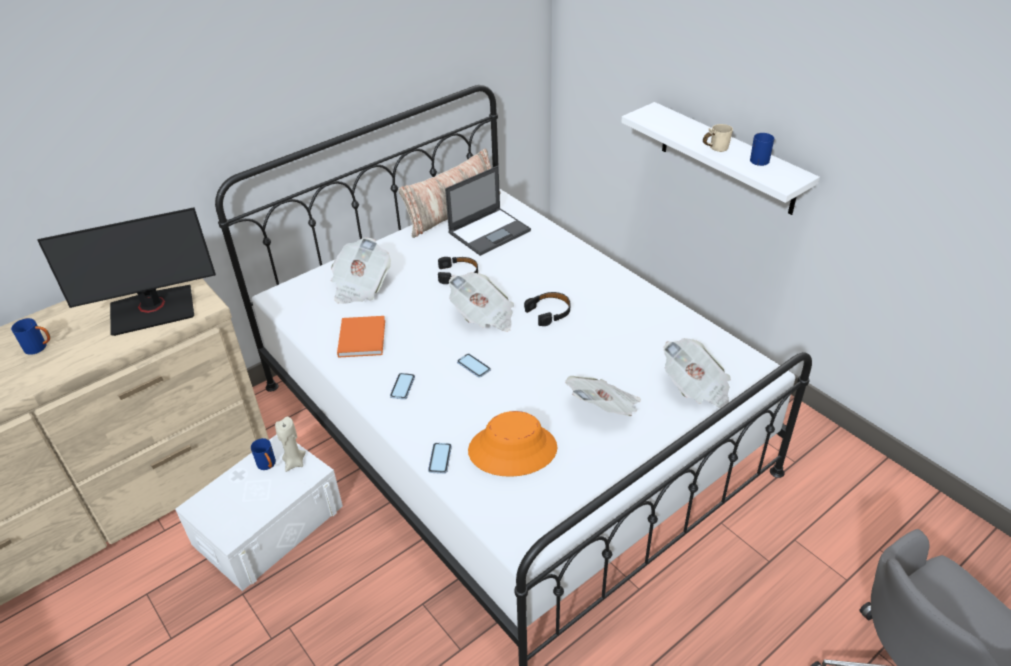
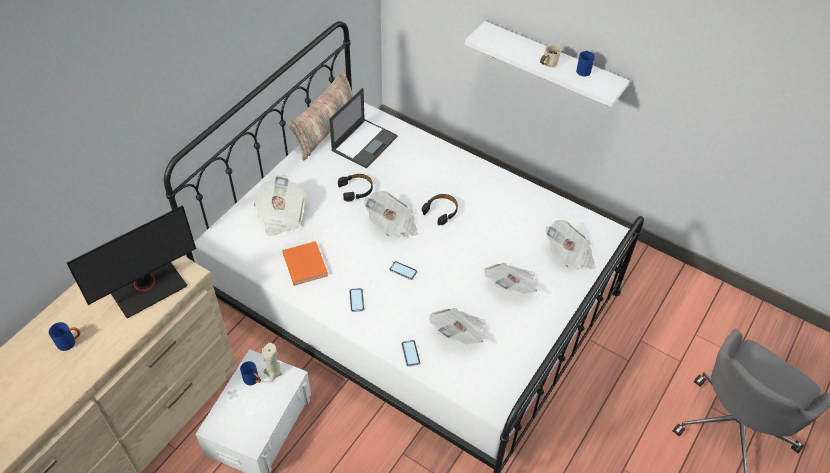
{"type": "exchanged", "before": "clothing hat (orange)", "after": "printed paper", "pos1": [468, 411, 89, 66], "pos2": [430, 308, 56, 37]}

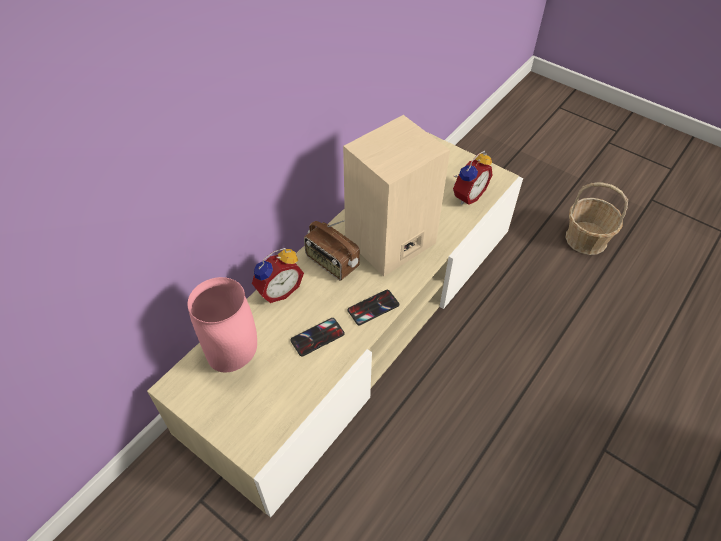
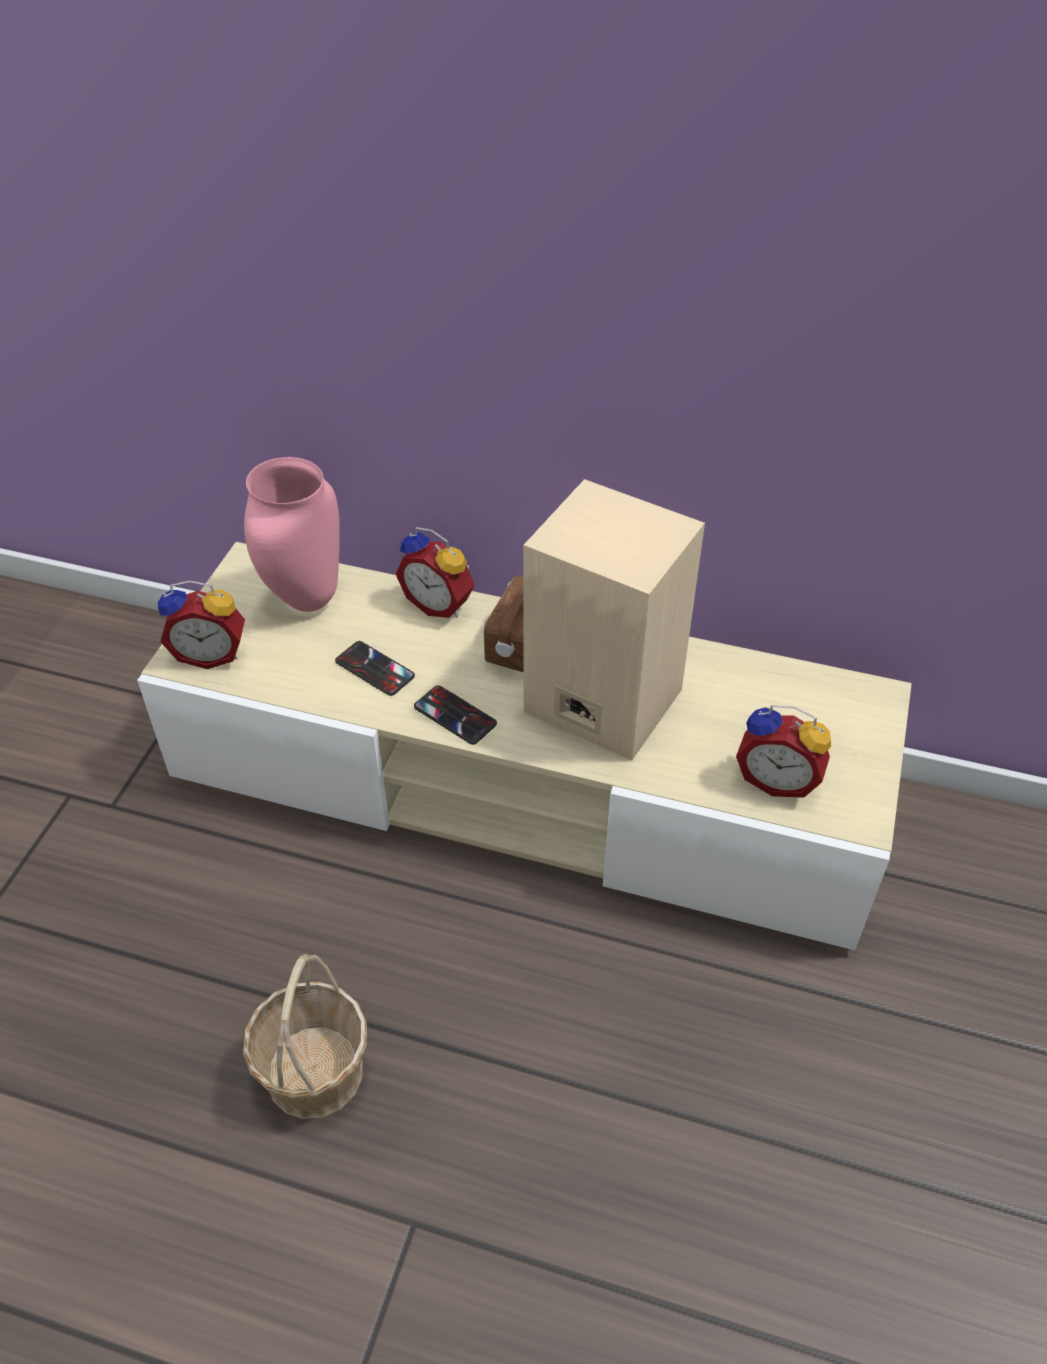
{"type": "relocated", "before": "basket", "pos1": [566, 182, 62, 73], "pos2": [243, 954, 124, 165]}
{"type": "appeared", "after": "alarm clock", "pos2": [158, 580, 87, 89]}

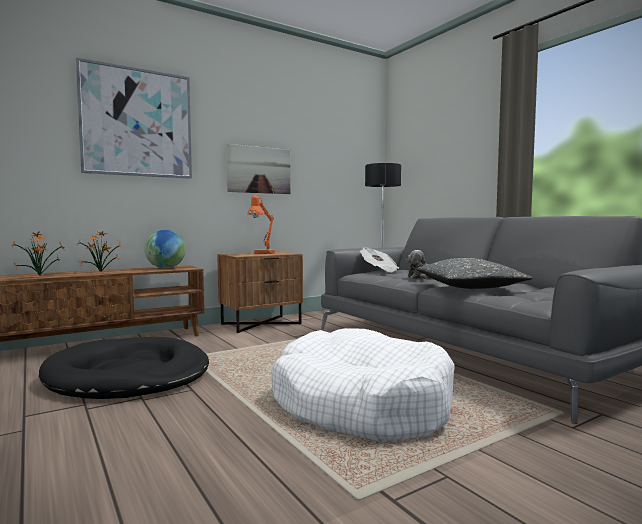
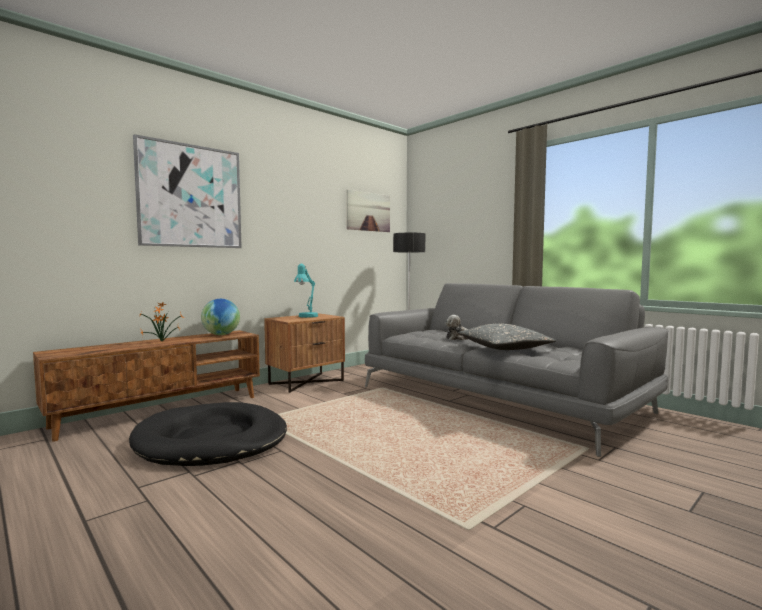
{"type": "relocated", "before": "wall picture", "pos1": [227, 144, 63, 50], "pos2": [347, 190, 43, 42]}
{"type": "colour", "before": "tabletop lamp (orange)", "after": "tabletop lamp (turquoise)", "pos1": [247, 195, 28, 59], "pos2": [294, 264, 24, 54]}
{"type": "missing", "before": "plant in a pot", "pos1": [11, 232, 54, 43]}
{"type": "missing", "before": "printed paper", "pos1": [360, 247, 39, 25]}
{"type": "missing", "before": "dog cushion (white)", "pos1": [271, 328, 184, 114]}

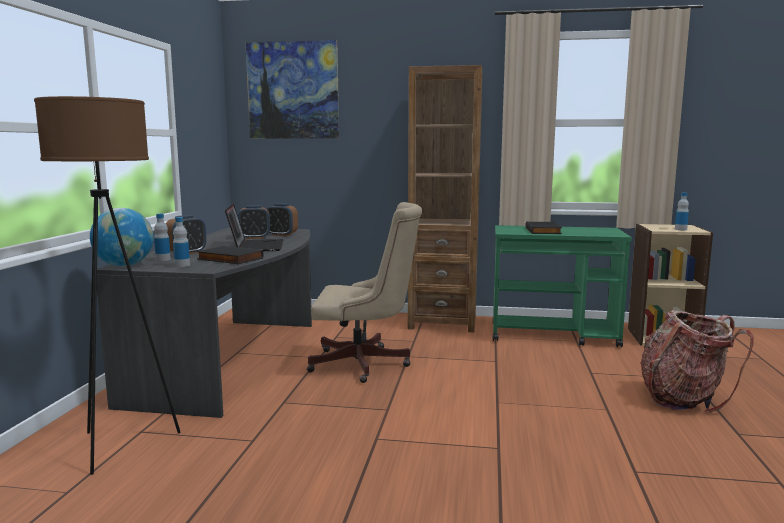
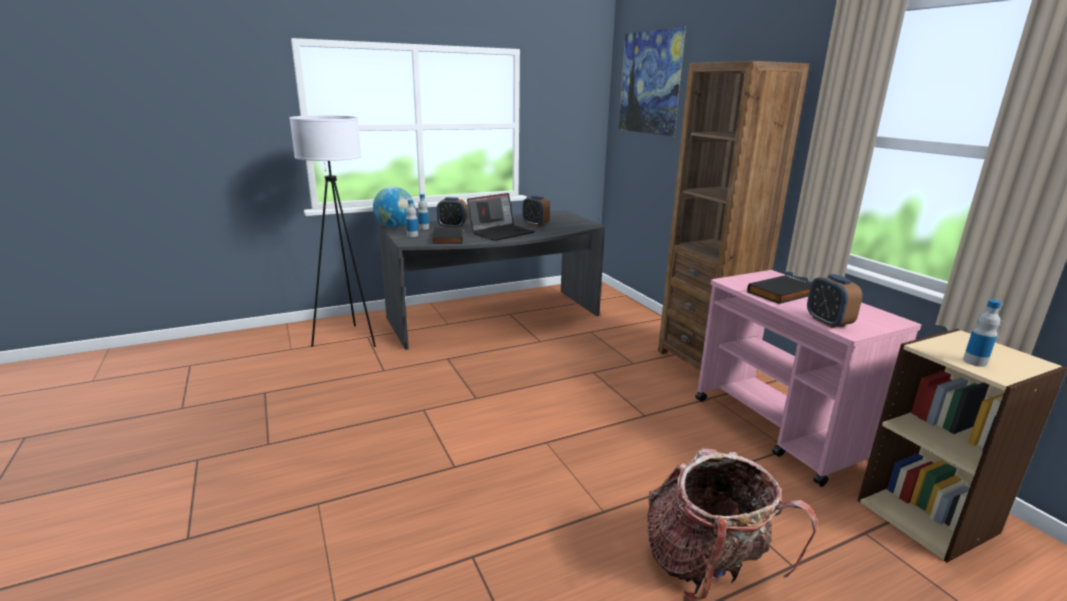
{"type": "colour", "before": "standing lamp (brownish)", "after": "standing lamp (white)", "pos1": [34, 96, 147, 379], "pos2": [289, 115, 87, 232]}
{"type": "missing", "before": "computer chair (sand-coloured)", "pos1": [307, 202, 115, 181]}
{"type": "relocated", "before": "alarm clock", "pos1": [267, 203, 31, 33], "pos2": [807, 274, 55, 54]}
{"type": "colour", "before": "trolley (green-coloured)", "after": "trolley (pink)", "pos1": [492, 225, 140, 122], "pos2": [695, 270, 226, 217]}

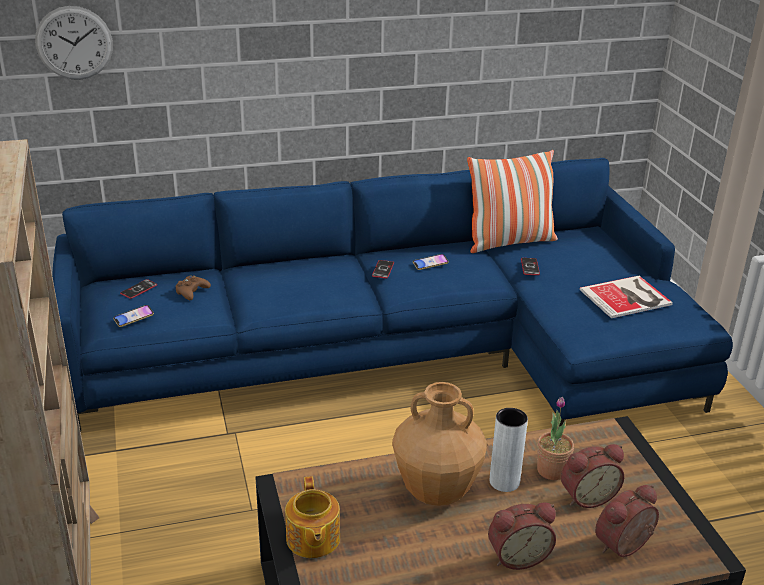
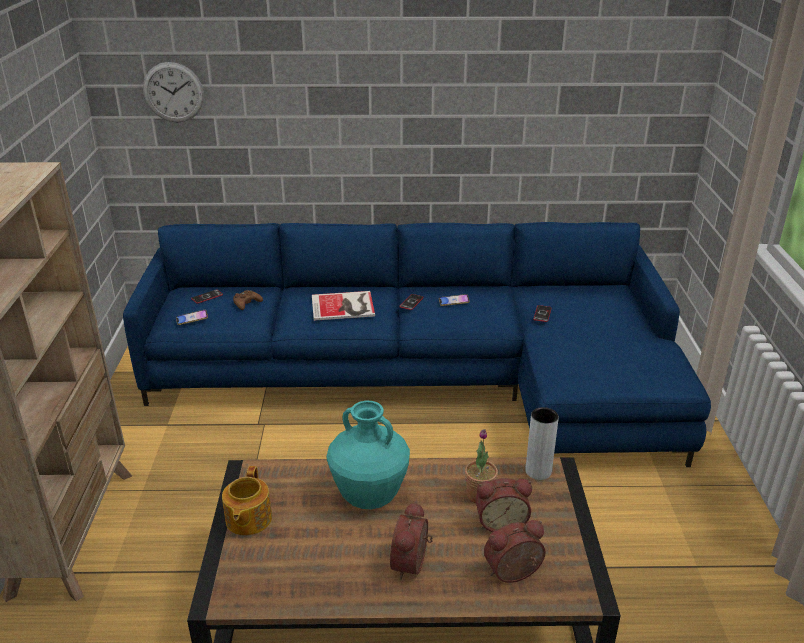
{"type": "missing", "before": "pillow", "pos1": [467, 150, 91, 103]}
{"type": "relocated", "before": "volume", "pos1": [580, 276, 93, 42], "pos2": [312, 291, 63, 30]}
{"type": "colour", "before": "vase (brownish)", "after": "vase (turquoise)", "pos1": [392, 382, 95, 124], "pos2": [327, 400, 83, 109]}
{"type": "relocated", "before": "vase (gray)", "pos1": [490, 408, 38, 84], "pos2": [526, 407, 33, 73]}
{"type": "spun", "before": "alarm clock", "pos1": [488, 503, 68, 67], "pos2": [390, 501, 43, 79], "turn": 105}

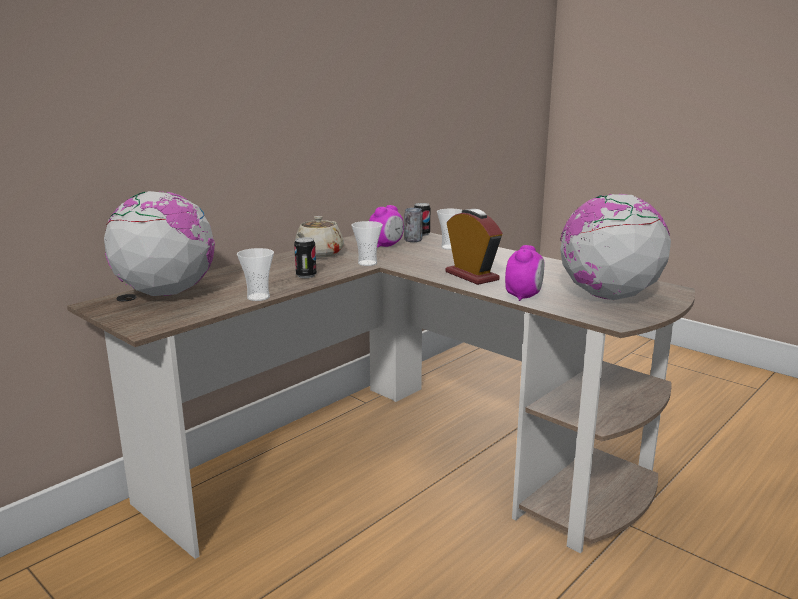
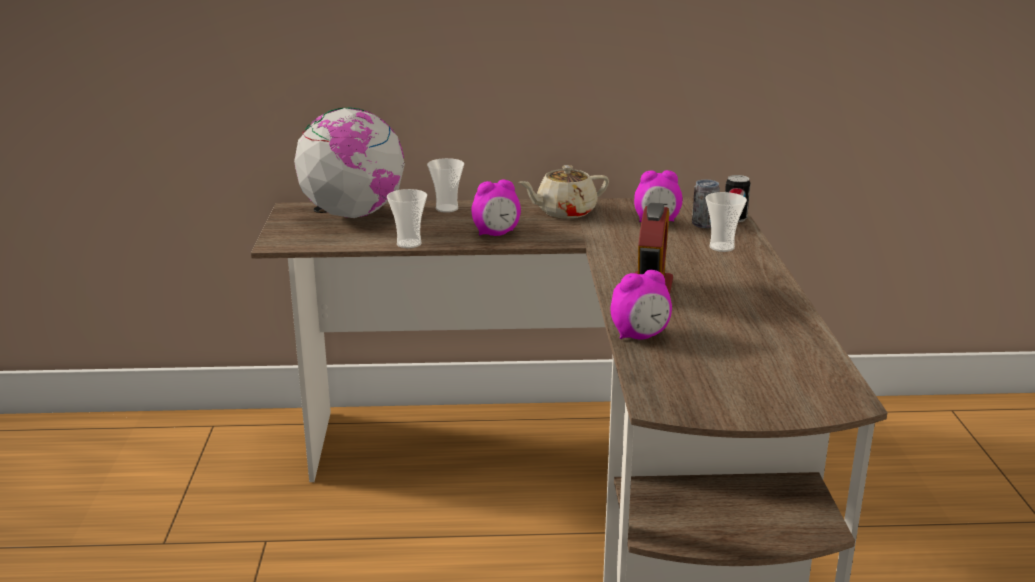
{"type": "missing", "before": "world globe", "pos1": [560, 194, 111, 106]}
{"type": "relocated", "before": "small cup", "pos1": [351, 221, 32, 45], "pos2": [427, 158, 37, 55]}
{"type": "exchanged", "before": "metal can", "after": "alarm clock", "pos1": [294, 237, 23, 41], "pos2": [472, 179, 49, 57]}

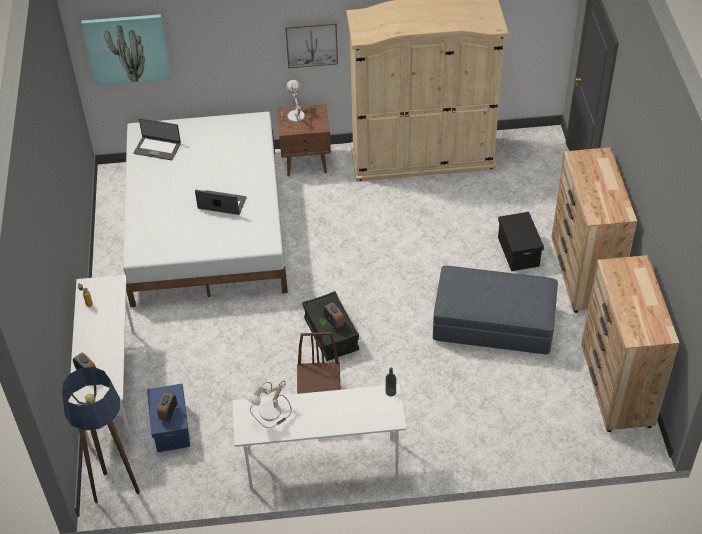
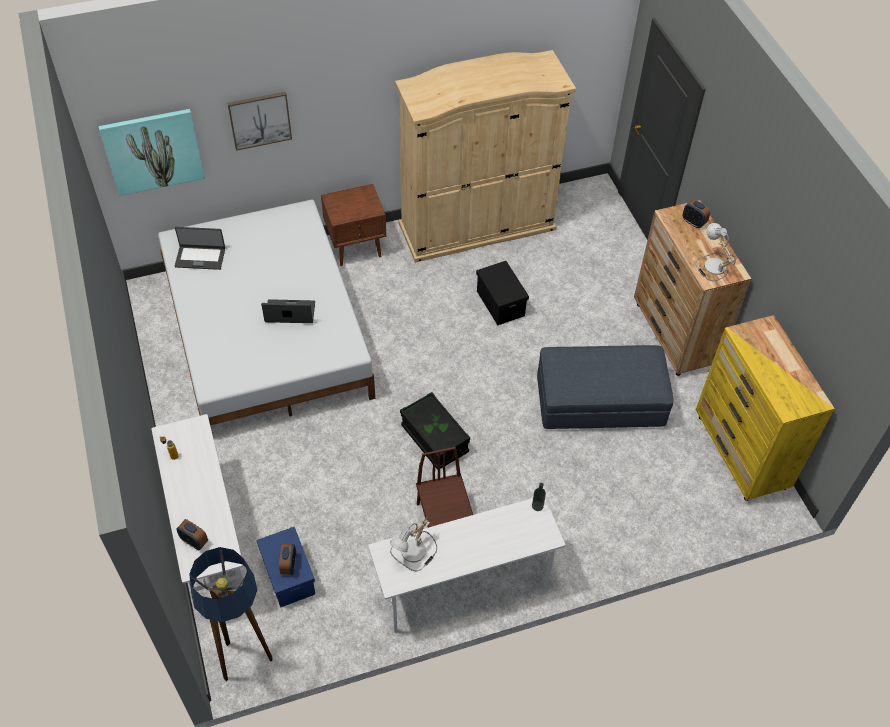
{"type": "relocated", "before": "wall picture", "pos1": [285, 21, 53, 47], "pos2": [227, 92, 65, 59]}
{"type": "relocated", "before": "tabletop lamp", "pos1": [282, 80, 29, 46], "pos2": [695, 223, 41, 58]}
{"type": "relocated", "before": "storage box (black-coloured)", "pos1": [498, 212, 46, 59], "pos2": [476, 261, 53, 64]}
{"type": "colour", "before": "dresser (brownish)", "after": "dresser (yellow-coloured)", "pos1": [581, 255, 98, 177], "pos2": [696, 315, 139, 186]}
{"type": "relocated", "before": "alarm clock", "pos1": [323, 302, 21, 28], "pos2": [683, 199, 27, 29]}

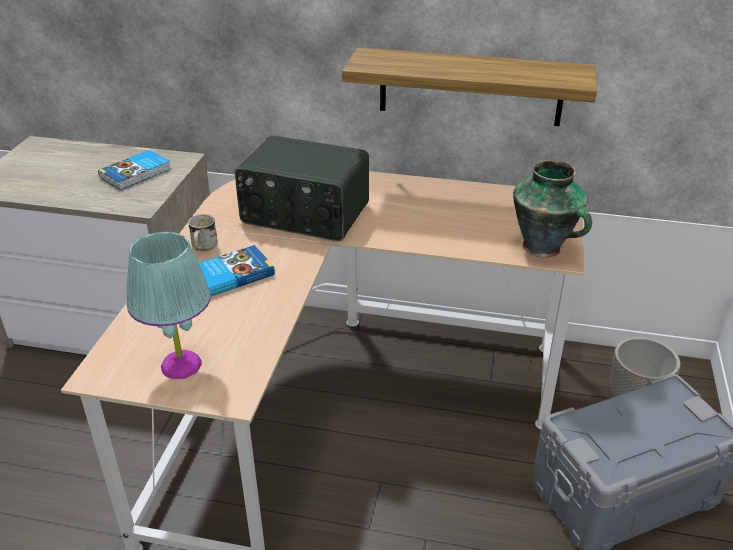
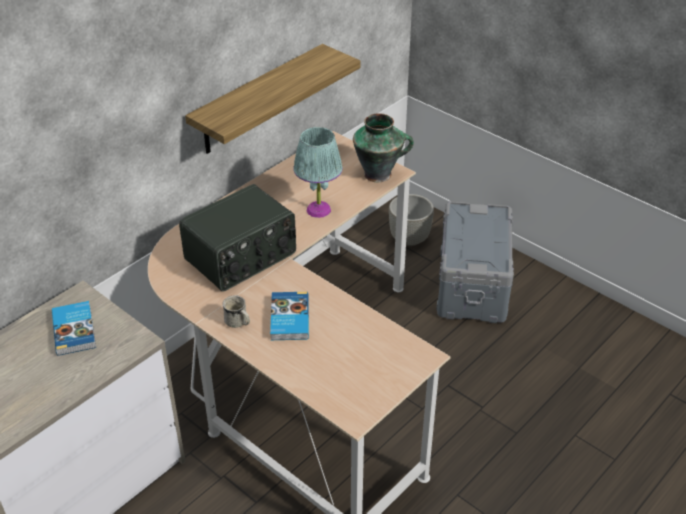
{"type": "relocated", "before": "tabletop lamp (turquoise)", "pos1": [127, 232, 84, 147], "pos2": [293, 127, 50, 91]}

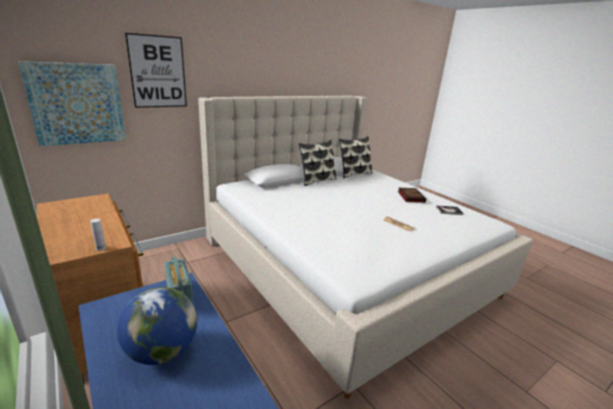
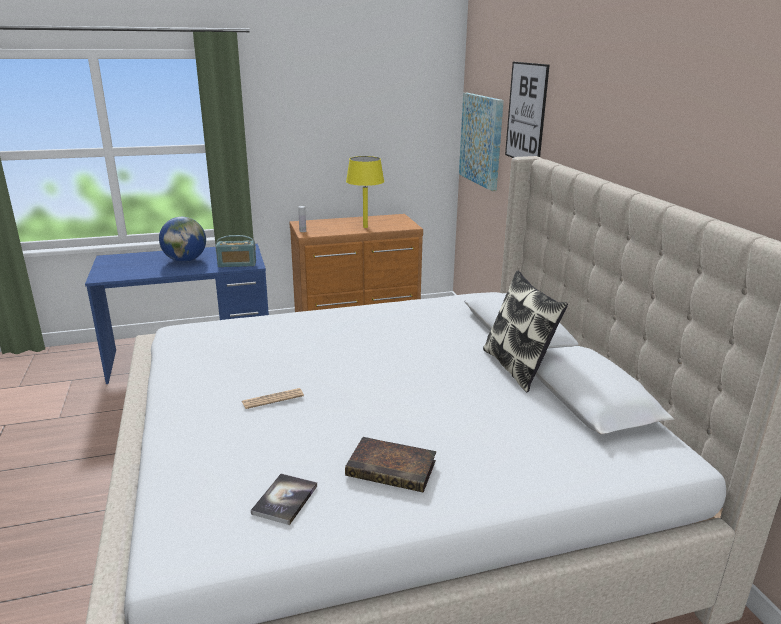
{"type": "missing", "before": "pillow", "pos1": [339, 136, 34, 42]}
{"type": "appeared", "after": "tabletop lamp (yellow-coloured)", "pos2": [346, 156, 38, 72]}

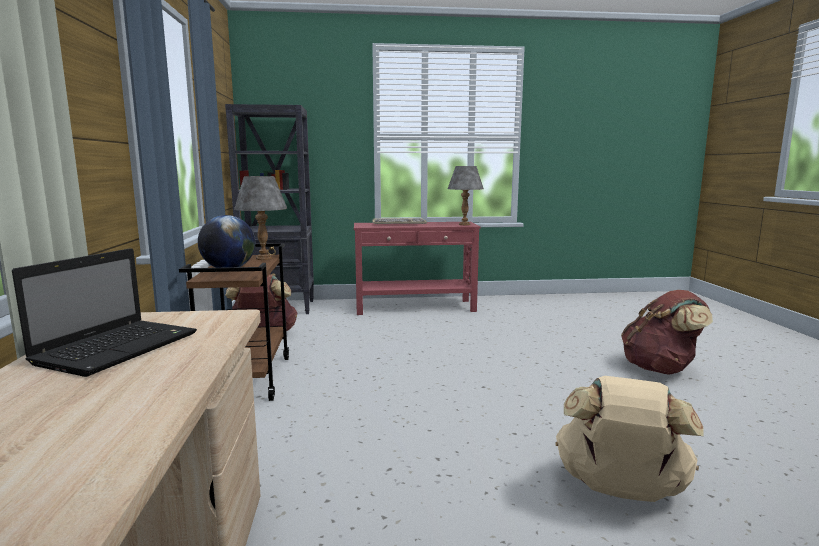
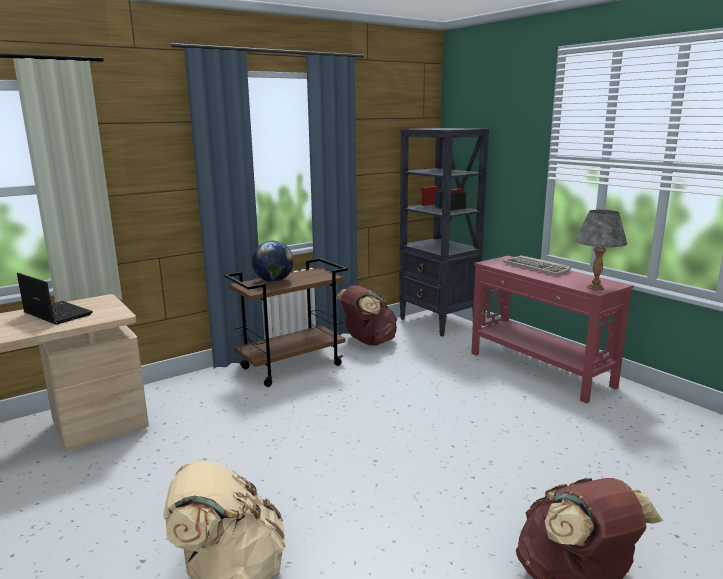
{"type": "missing", "before": "tabletop lamp (gray)", "pos1": [234, 176, 53, 84]}
{"type": "spun", "before": "notebook computer", "pos1": [12, 248, 185, 129], "pos2": [17, 273, 76, 52], "turn": -135}

